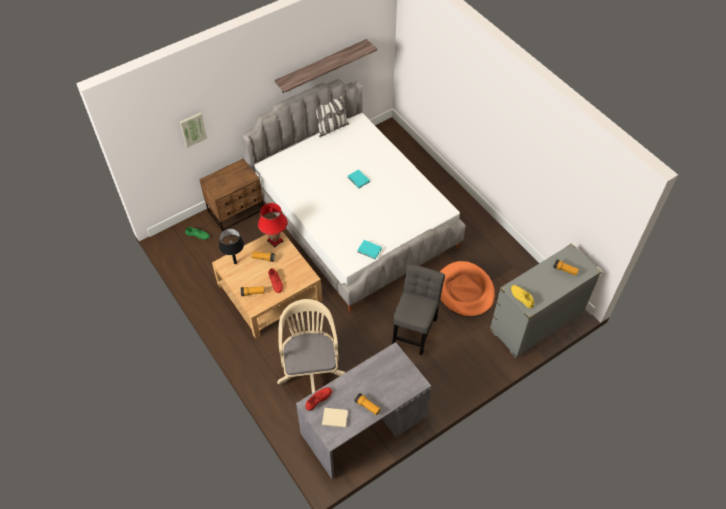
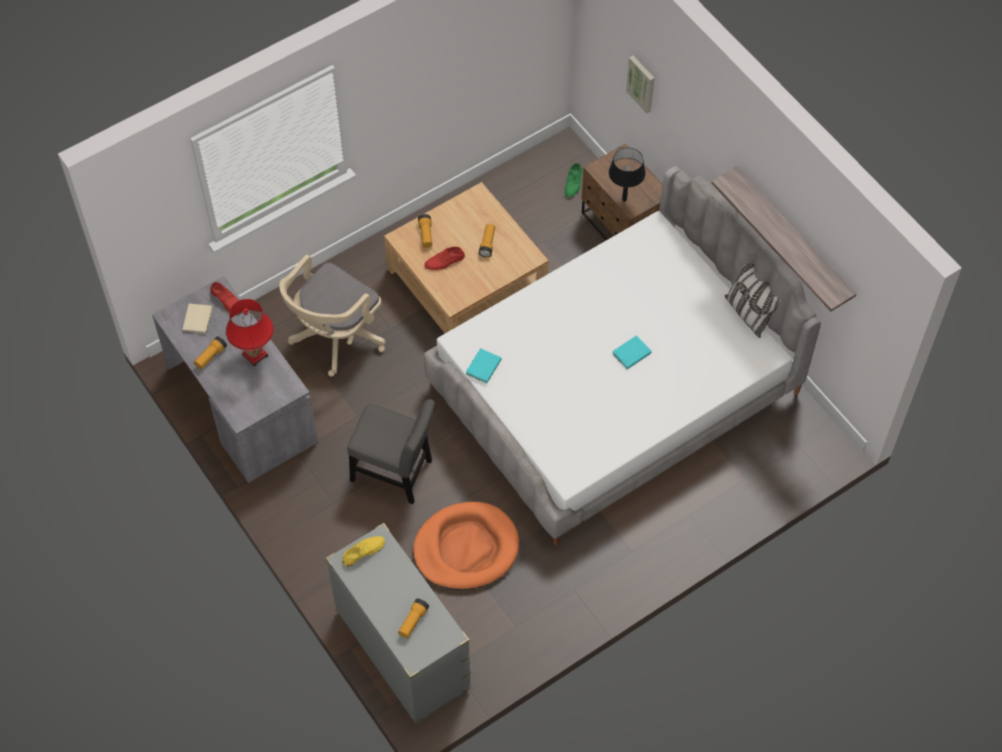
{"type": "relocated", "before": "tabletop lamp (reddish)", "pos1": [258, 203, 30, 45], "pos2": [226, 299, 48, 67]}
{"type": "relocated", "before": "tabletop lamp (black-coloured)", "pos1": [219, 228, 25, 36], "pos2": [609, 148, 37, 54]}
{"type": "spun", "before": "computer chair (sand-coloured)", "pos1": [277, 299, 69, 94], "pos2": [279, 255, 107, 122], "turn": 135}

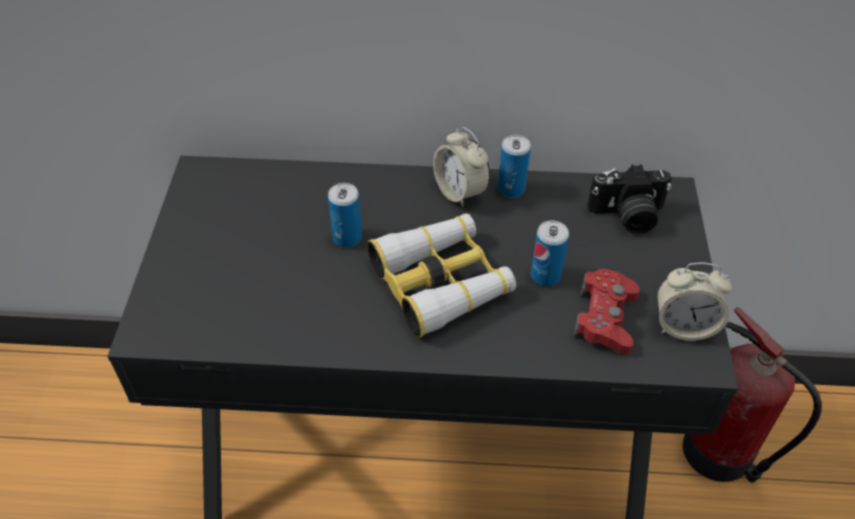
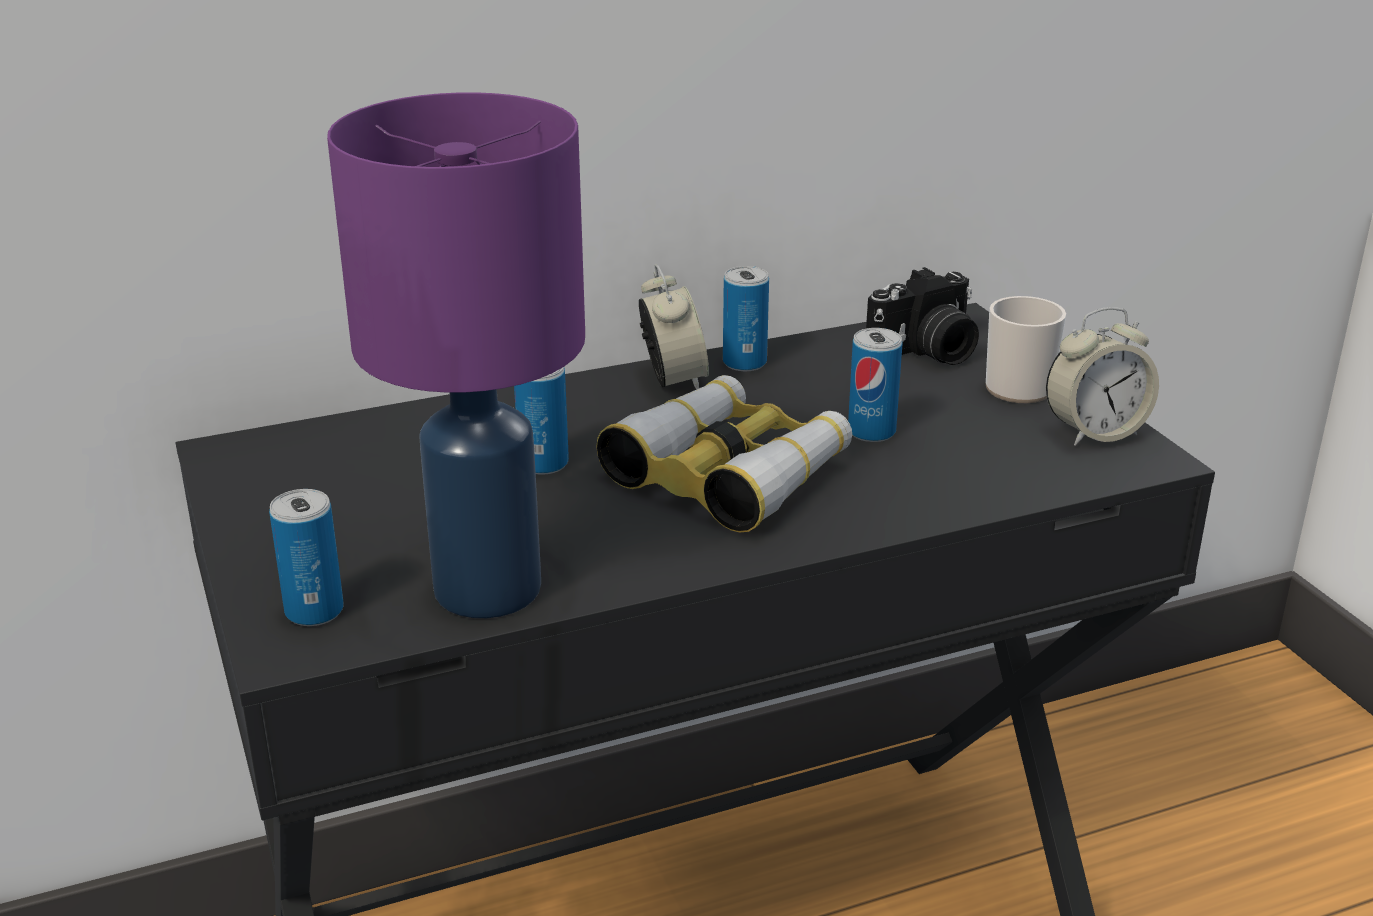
{"type": "spun", "before": "alarm clock", "pos1": [433, 127, 57, 81], "pos2": [639, 264, 70, 126], "turn": -135}
{"type": "missing", "before": "gamepad (reddish)", "pos1": [573, 269, 67, 86]}
{"type": "missing", "before": "extinguisher", "pos1": [683, 307, 139, 175]}
{"type": "appeared", "after": "tabletop lamp (purplish)", "pos2": [327, 92, 258, 526]}
{"type": "appeared", "after": "coffee mug", "pos2": [986, 296, 80, 107]}
{"type": "appeared", "after": "metal can", "pos2": [269, 489, 75, 137]}

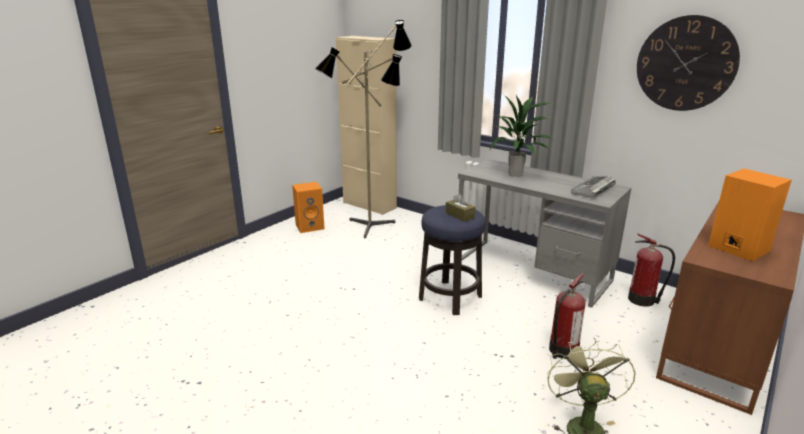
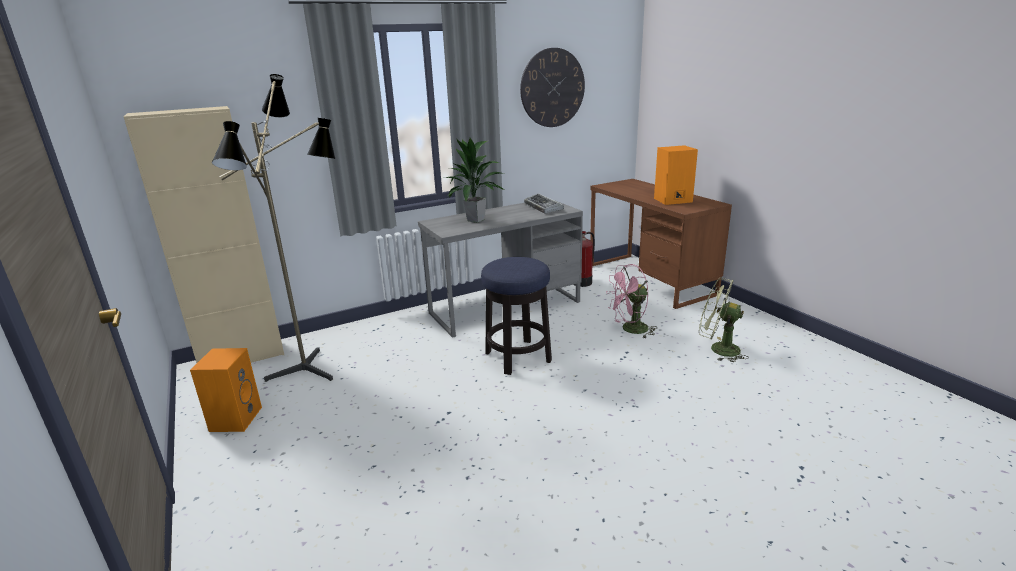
{"type": "missing", "before": "box of tissues (brownish)", "pos1": [446, 193, 30, 29]}
{"type": "exchanged", "before": "extinguisher", "after": "fan (pink)", "pos1": [549, 272, 37, 87], "pos2": [606, 264, 51, 74]}

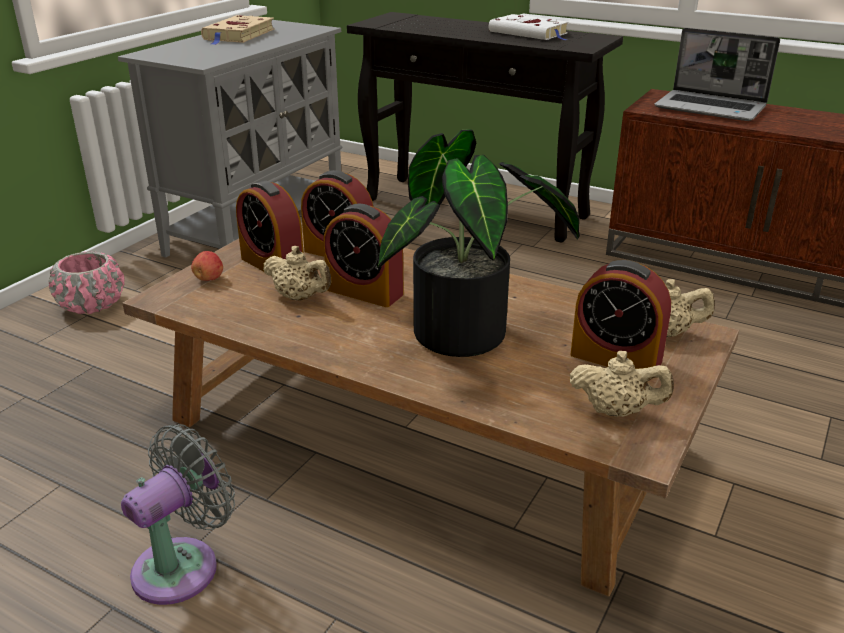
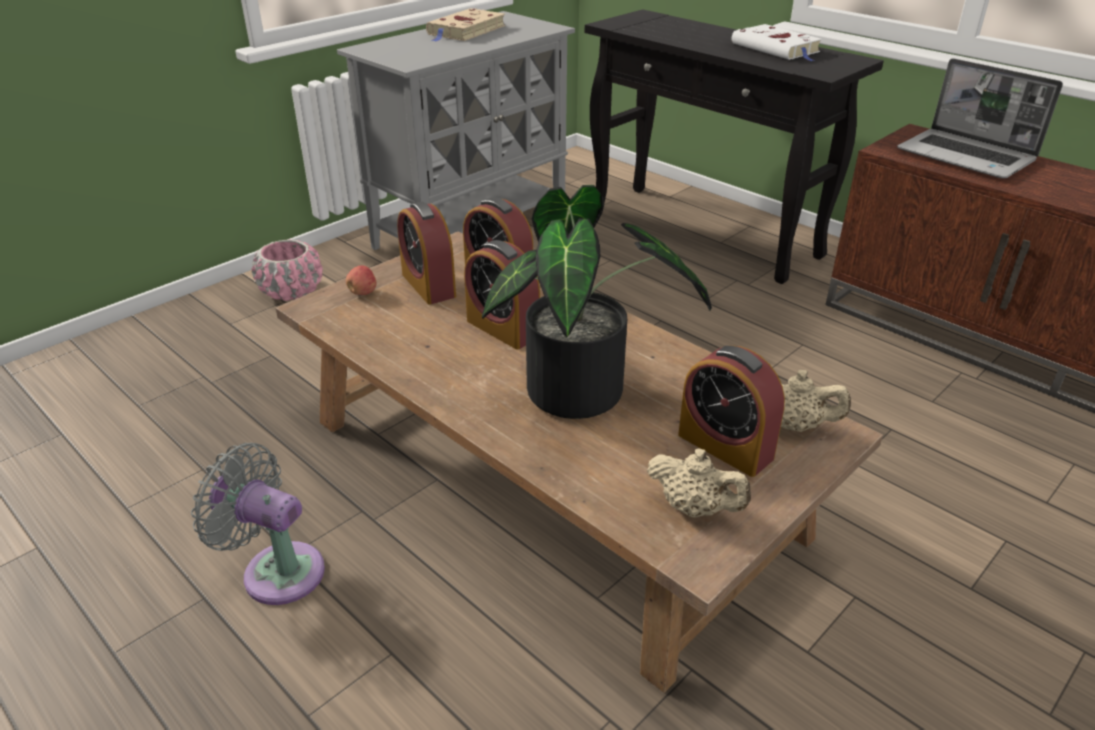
{"type": "missing", "before": "pot for tea (sand-coloured)", "pos1": [263, 246, 69, 55]}
{"type": "spun", "before": "fan (gray)", "pos1": [121, 424, 114, 181], "pos2": [191, 443, 134, 162], "turn": -120}

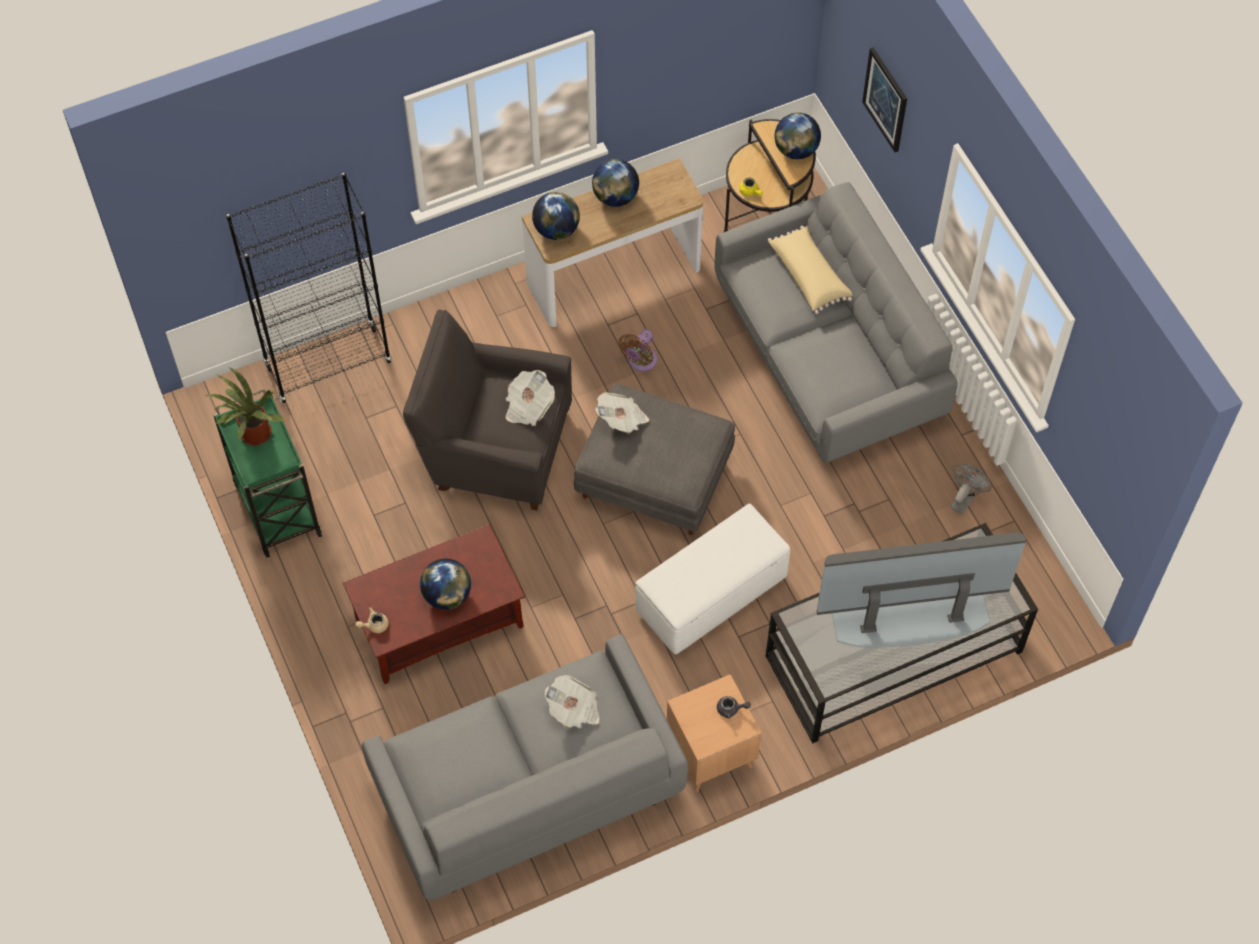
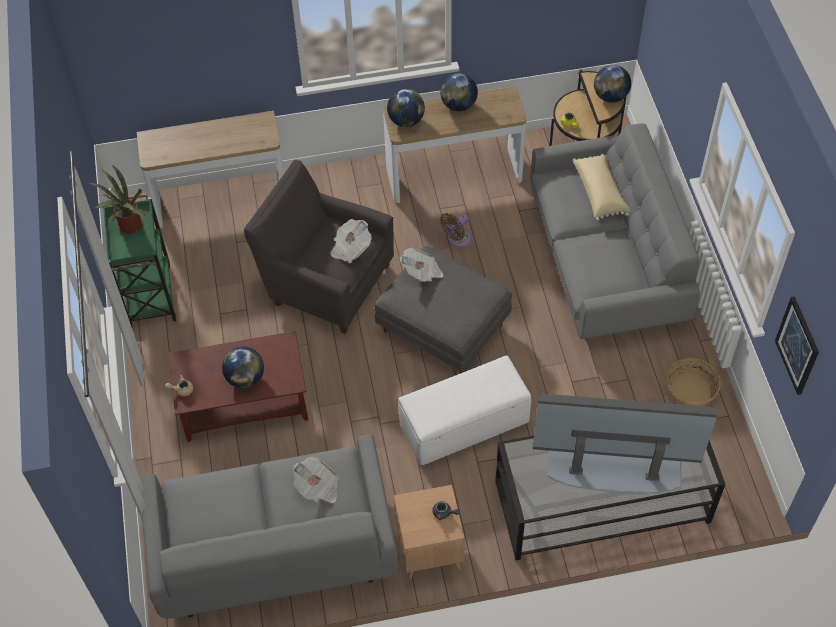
{"type": "relocated", "before": "wall picture", "pos1": [862, 47, 45, 105], "pos2": [775, 296, 44, 99]}
{"type": "exchanged", "before": "bookshelf (black-coloured)", "after": "narrow table", "pos1": [226, 173, 166, 230], "pos2": [137, 111, 147, 117]}
{"type": "exchanged", "before": "fan (gray)", "after": "basket", "pos1": [950, 464, 41, 51], "pos2": [667, 358, 54, 48]}

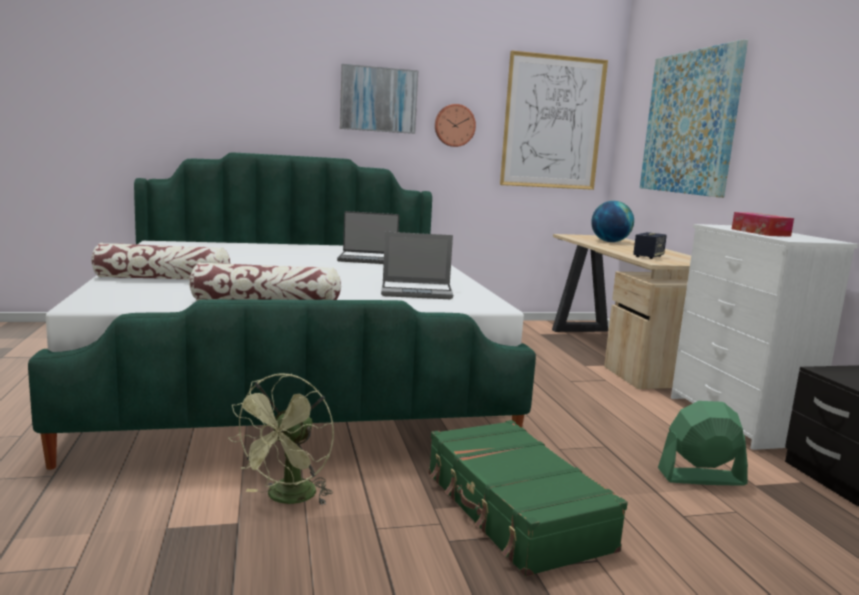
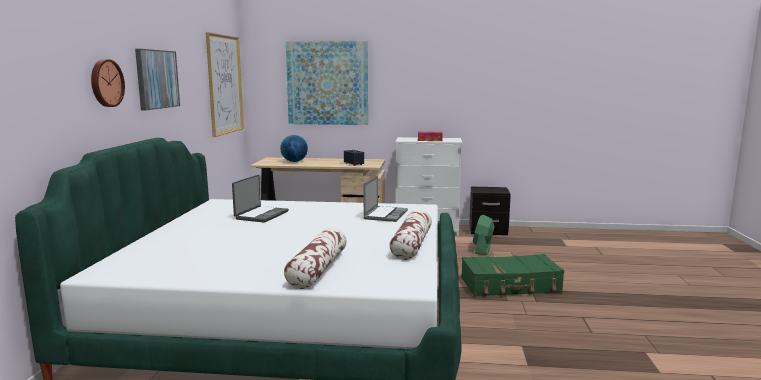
{"type": "relocated", "before": "wall clock", "pos1": [435, 104, 41, 43], "pos2": [91, 59, 34, 48]}
{"type": "missing", "before": "fan (green-coloured)", "pos1": [228, 373, 106, 133]}

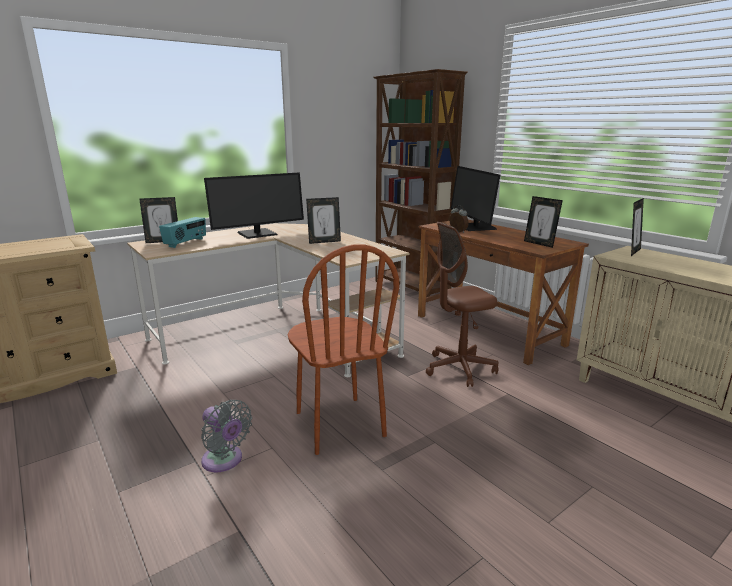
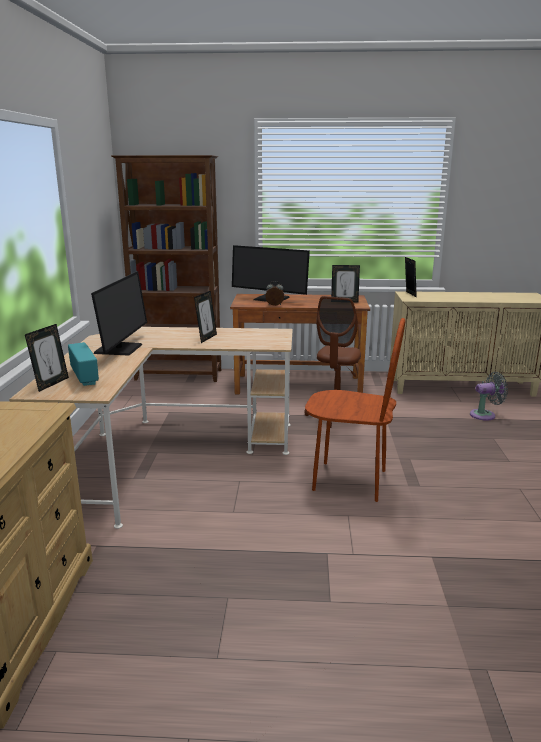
{"type": "relocated", "before": "fan (gray)", "pos1": [201, 400, 51, 73], "pos2": [470, 372, 38, 49]}

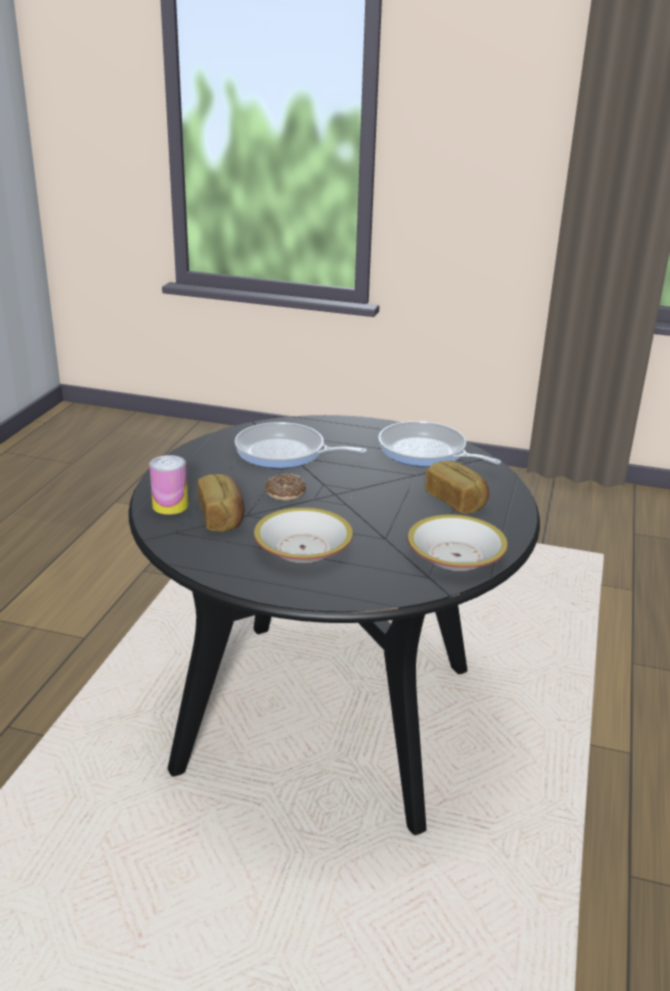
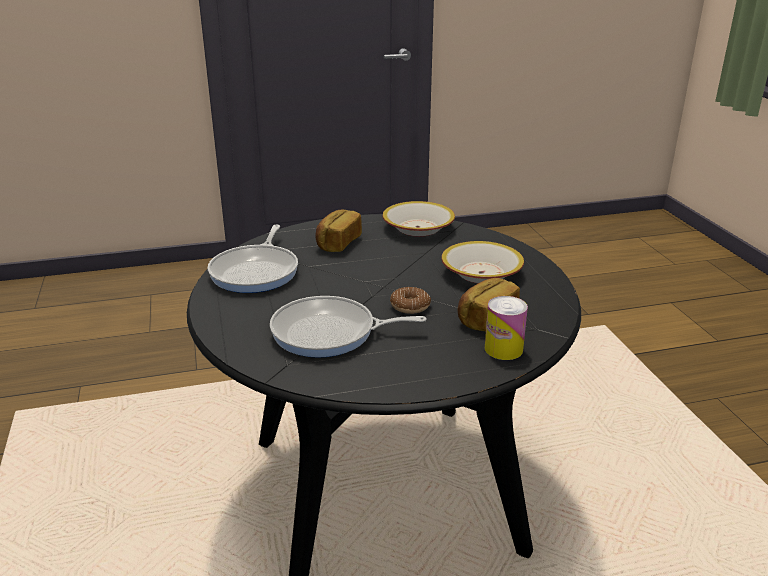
{"type": "spun", "before": "pan", "pos1": [235, 422, 132, 47], "pos2": [270, 296, 157, 62], "turn": 105}

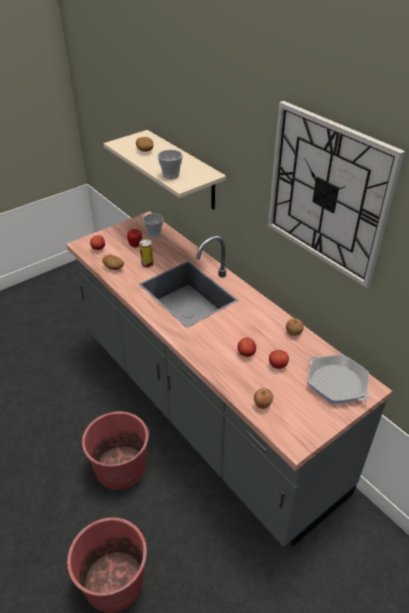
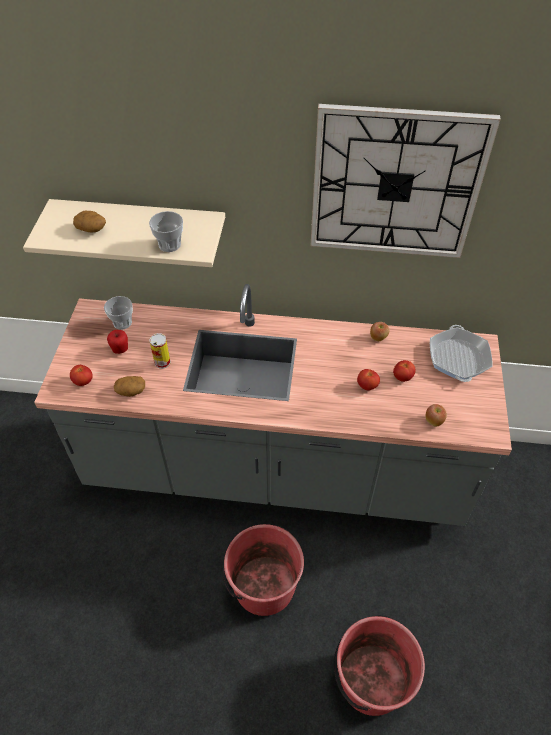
{"type": "spun", "before": "pan", "pos1": [308, 354, 62, 50], "pos2": [430, 325, 62, 57], "turn": 90}

